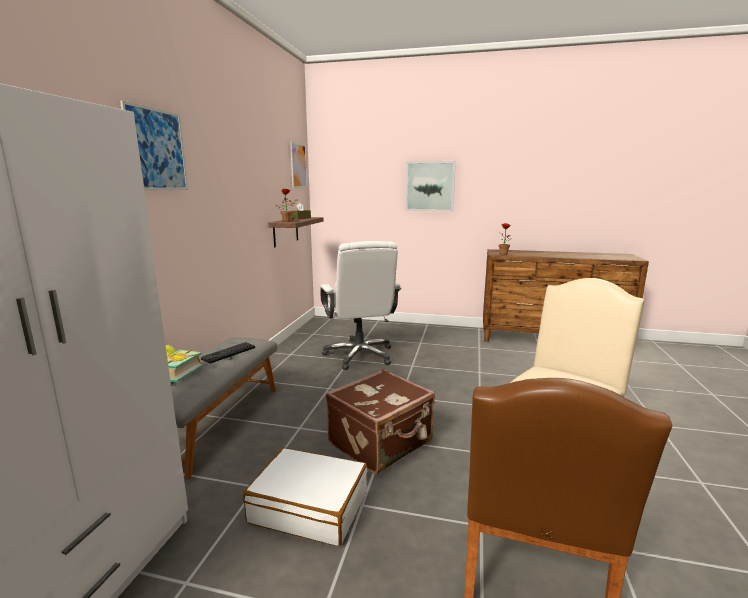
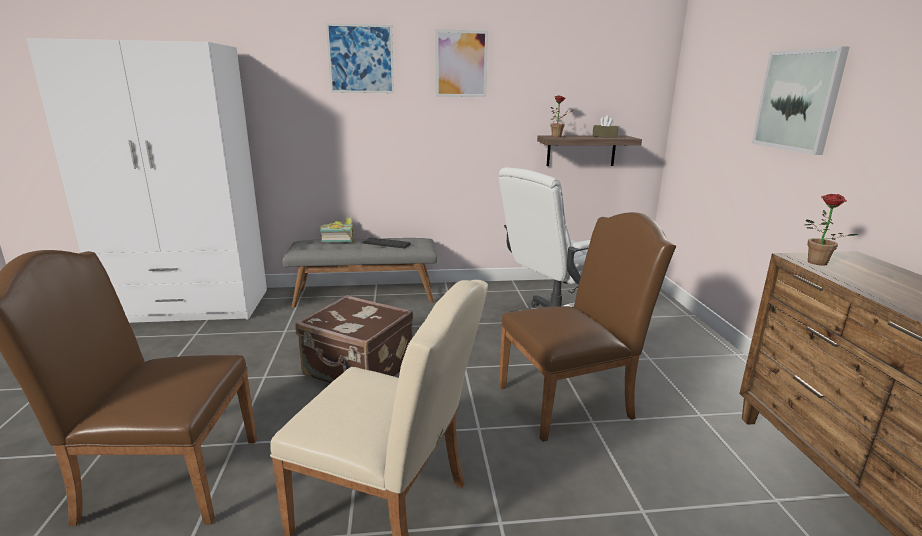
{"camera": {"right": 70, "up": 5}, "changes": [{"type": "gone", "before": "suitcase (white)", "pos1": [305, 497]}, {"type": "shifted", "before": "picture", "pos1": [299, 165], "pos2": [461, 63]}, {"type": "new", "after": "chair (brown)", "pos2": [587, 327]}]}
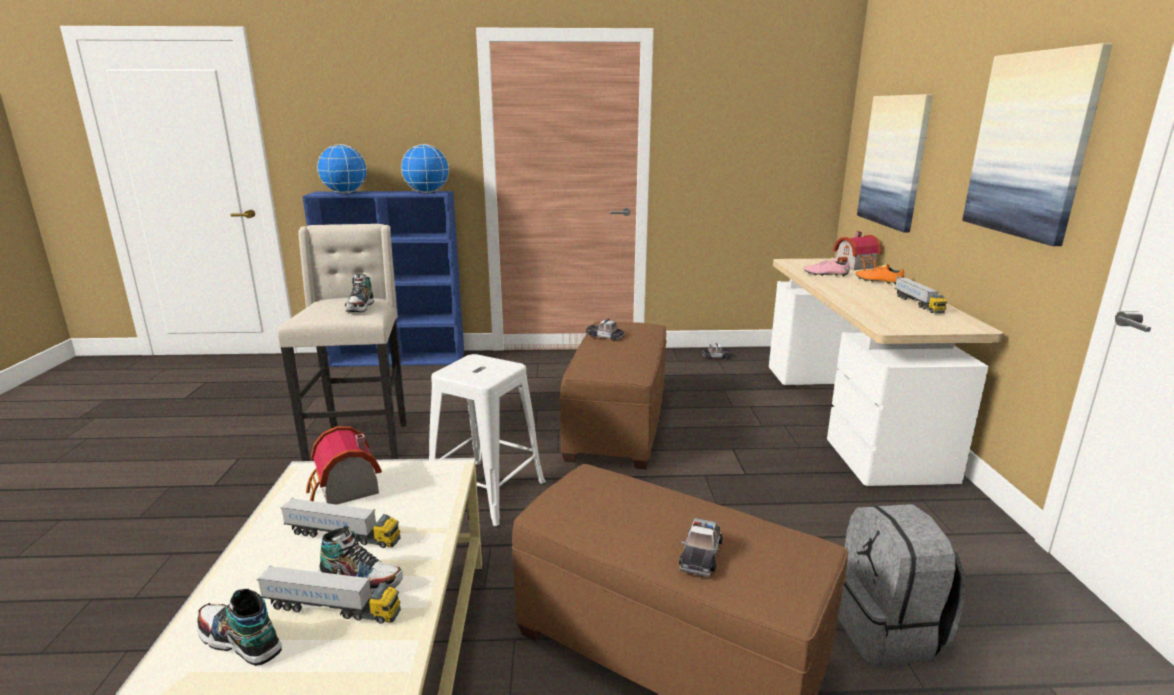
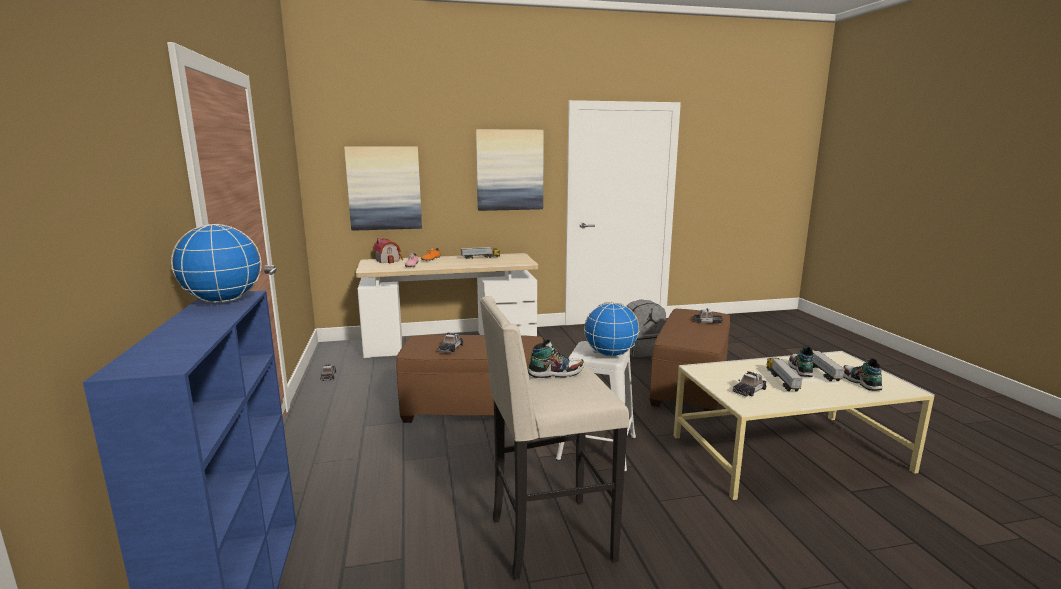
{"camera": {"right": -100, "up": -5}, "changes": [{"type": "rotated", "before": "shoe", "pos1": [239, 627], "pos2": [862, 374], "turn": 150}, {"type": "swapped", "before": "toy house", "after": "toy car", "pos1": [344, 465], "pos2": [749, 384]}, {"type": "shifted", "before": "globe", "pos1": [342, 168], "pos2": [611, 329]}]}
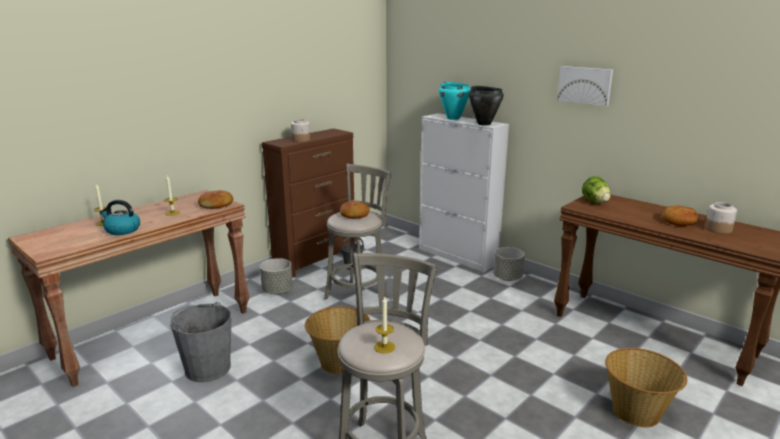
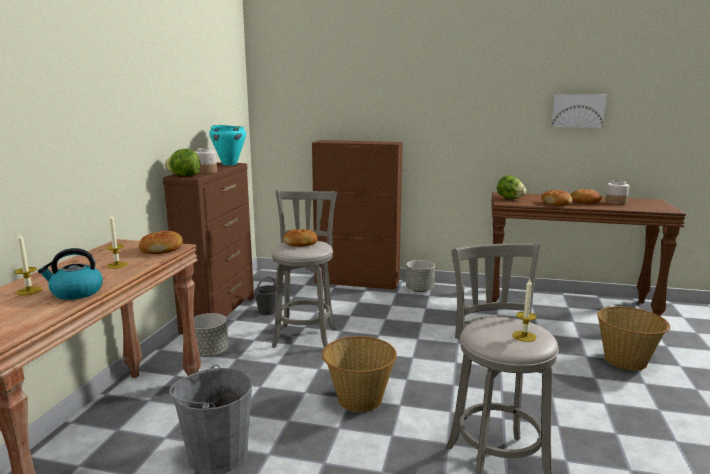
{"camera": {"right": -30, "up": -5}, "changes": [{"type": "repainted", "before": "cabinet (white)", "after": "cabinet (brown)", "pos1": [464, 192], "pos2": [357, 215]}, {"type": "shifted", "before": "cooking pot (turquoise)", "pos1": [455, 101], "pos2": [227, 145]}, {"type": "gone", "before": "cooking pot (black)", "pos1": [486, 105]}, {"type": "shifted", "before": "picture", "pos1": [585, 86], "pos2": [579, 111]}, {"type": "new", "after": "lettuce", "pos2": [182, 162]}, {"type": "new", "after": "bread", "pos2": [557, 198]}]}
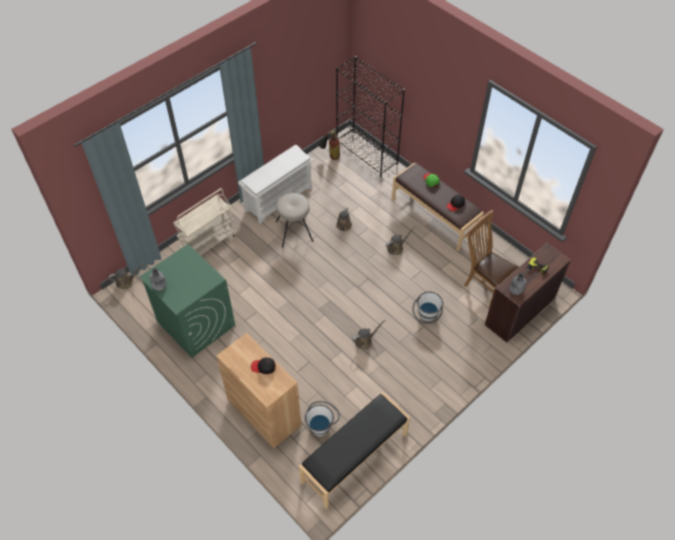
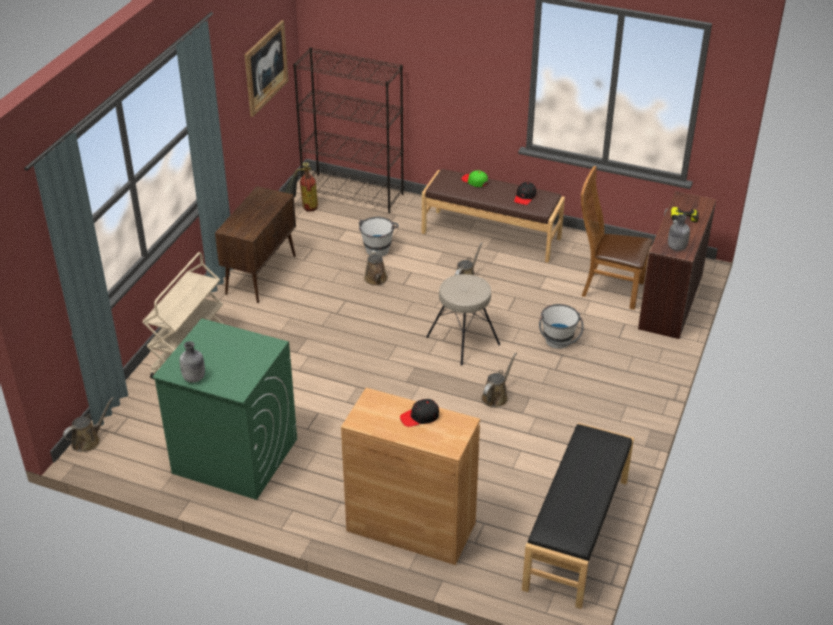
{"camera": {"right": -25, "up": -15}, "changes": [{"type": "swapped", "before": "shoe rack (white)", "after": "cabinet (brown)", "pos1": [275, 184], "pos2": [255, 244]}, {"type": "shifted", "before": "stool (beige)", "pos1": [294, 220], "pos2": [463, 320]}, {"type": "shifted", "before": "bucket (white)", "pos1": [322, 418], "pos2": [379, 237]}, {"type": "new", "after": "picture", "pos2": [266, 68]}]}
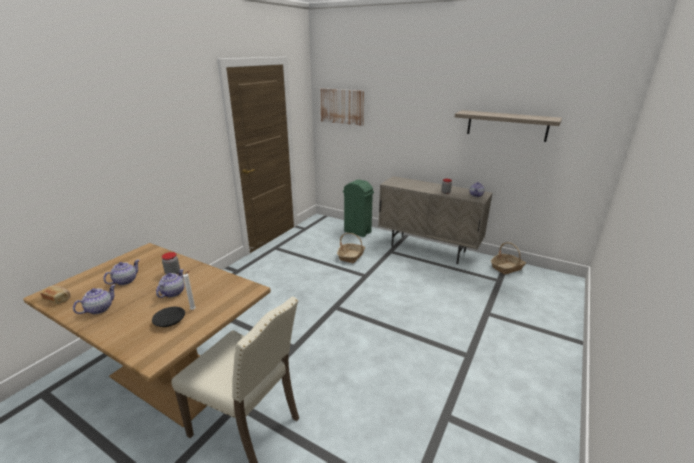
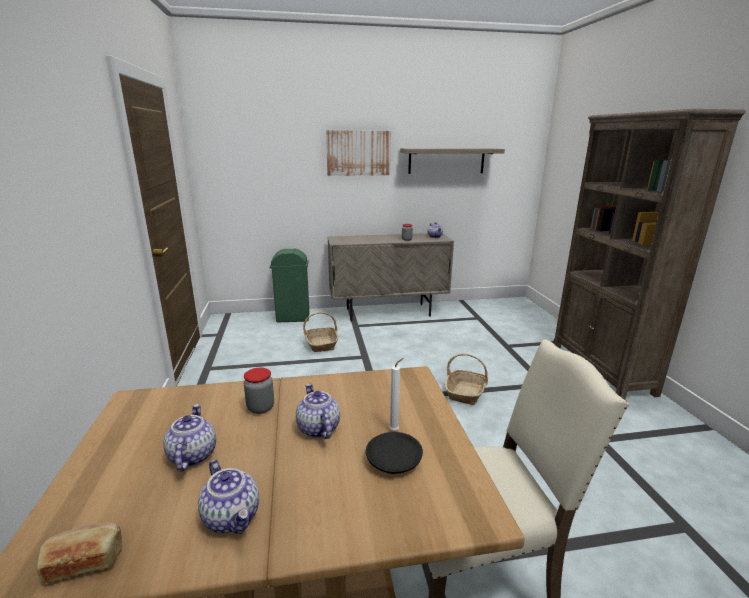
{"camera": {"right": -40, "up": -5}, "changes": [{"type": "rotated", "before": "teapot", "pos1": [94, 299], "pos2": [228, 497], "turn": 150}, {"type": "shifted", "before": "picture", "pos1": [342, 107], "pos2": [358, 153]}, {"type": "shifted", "before": "basket", "pos1": [508, 258], "pos2": [467, 379]}, {"type": "new", "after": "bookcase (brown)", "pos2": [649, 254]}]}
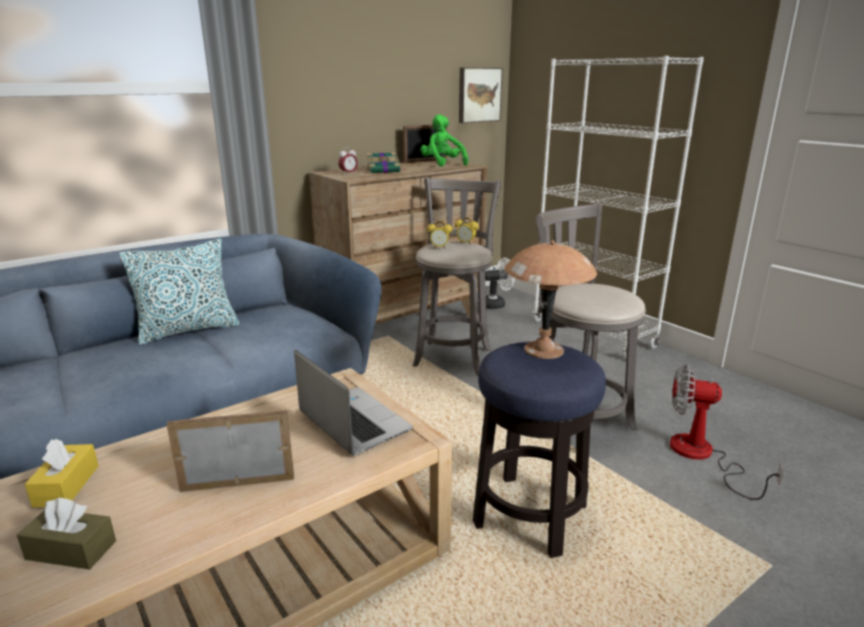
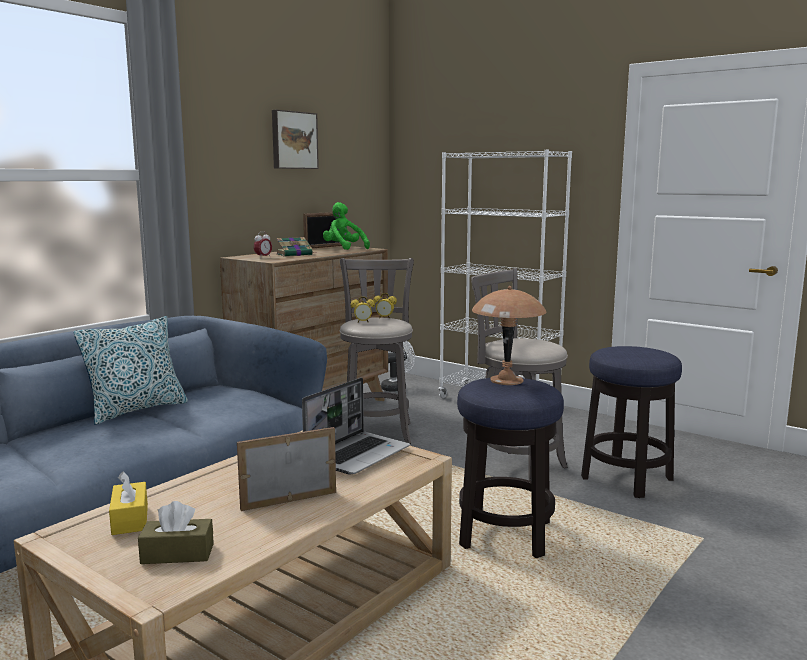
{"camera": {"right": -15, "up": -10}, "changes": [{"type": "rotated", "before": "laptop", "pos1": [353, 402], "pos2": [356, 425], "turn": 90}, {"type": "shifted", "before": "picture", "pos1": [481, 95], "pos2": [295, 139]}, {"type": "swapped", "before": "fan", "after": "stool", "pos1": [727, 432], "pos2": [631, 422]}]}
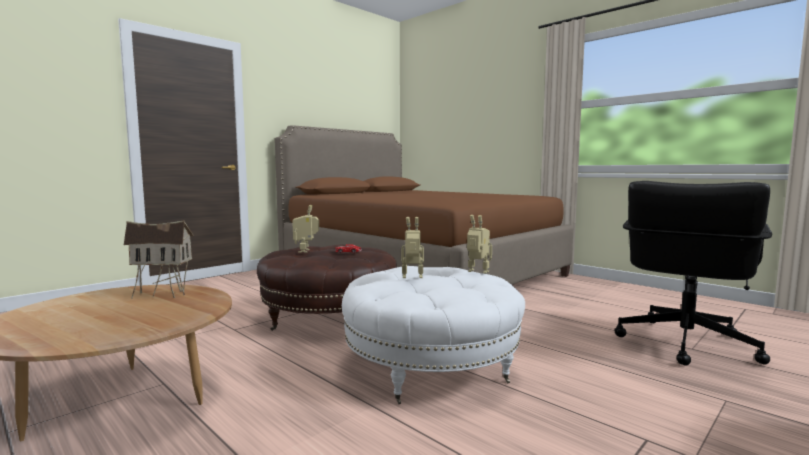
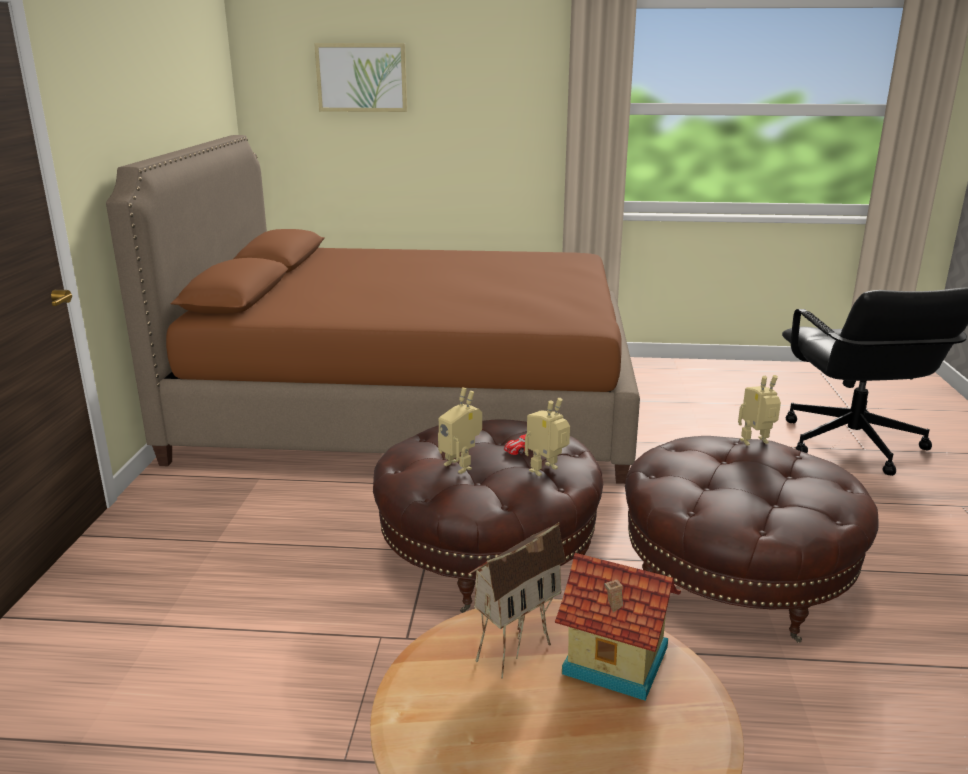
{"camera": {"right": -40, "up": 15}, "changes": [{"type": "repainted", "before": "ottoman (white)", "after": "ottoman (brown)", "pos1": [433, 335], "pos2": [752, 539]}, {"type": "shifted", "before": "toy robot", "pos1": [412, 247], "pos2": [547, 437]}, {"type": "new", "after": "picture", "pos2": [360, 77]}, {"type": "new", "after": "toy house", "pos2": [618, 627]}]}
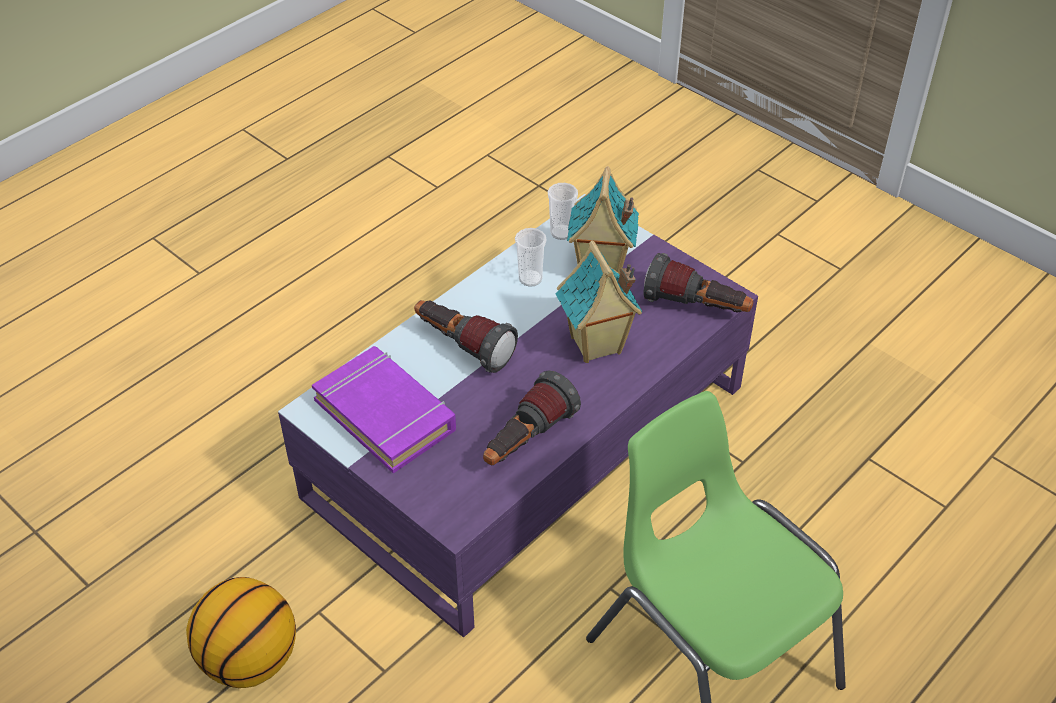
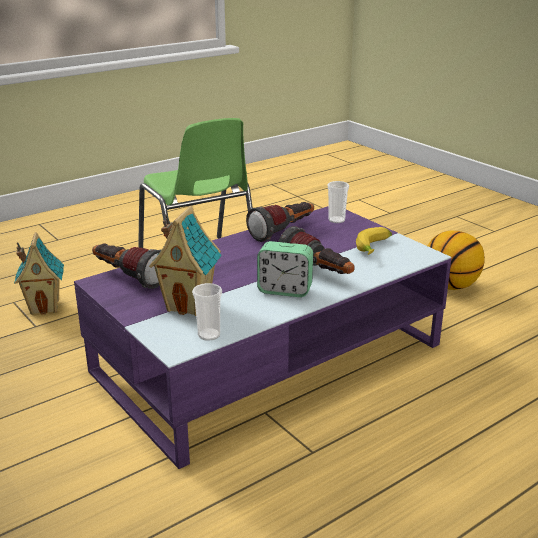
{"camera": {"right": -170, "up": -20}, "changes": [{"type": "swapped", "before": "book (purple)", "after": "banana", "pos1": [384, 409], "pos2": [374, 241]}, {"type": "shifted", "before": "cup", "pos1": [531, 257], "pos2": [338, 202]}, {"type": "shifted", "before": "toy house", "pos1": [599, 301], "pos2": [39, 273]}, {"type": "new", "after": "alarm clock", "pos2": [285, 269]}]}
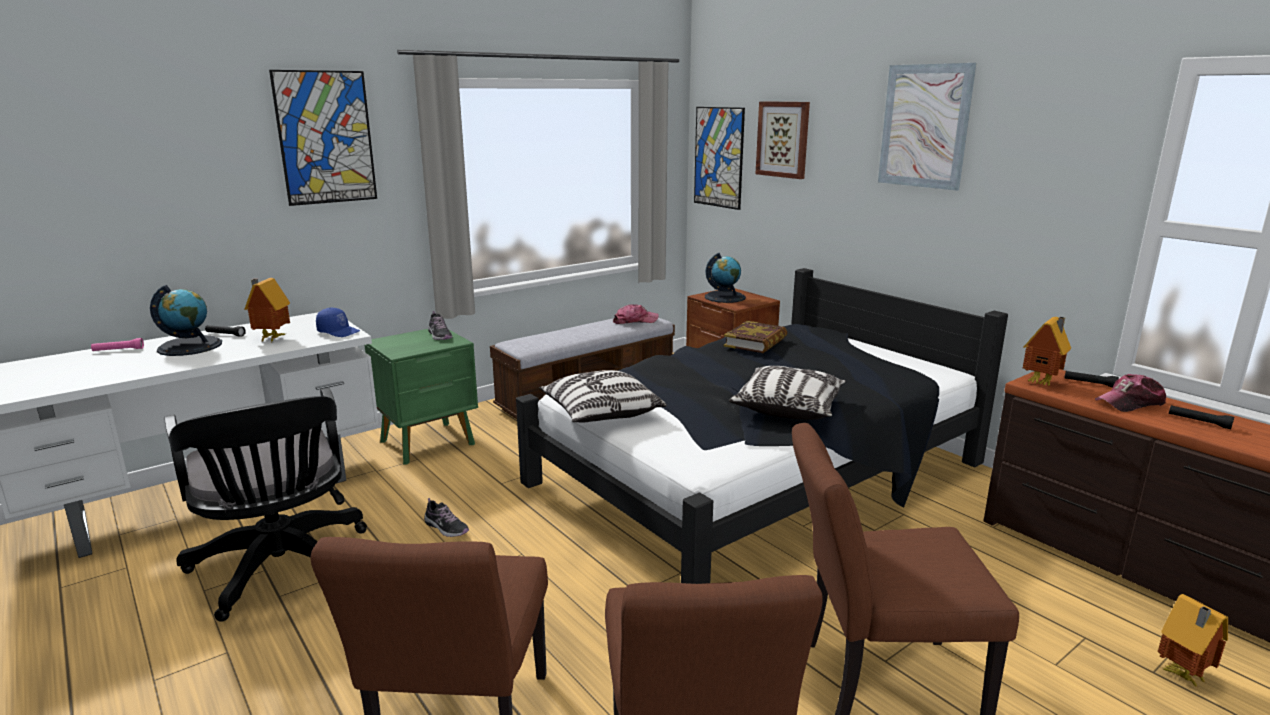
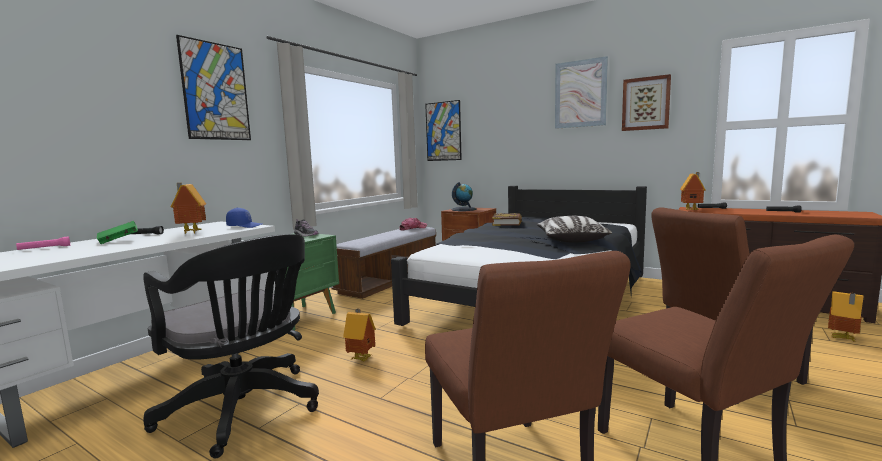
{"camera": {"right": -20, "up": -10}, "changes": [{"type": "swapped", "before": "globe", "after": "book (green)", "pos1": [186, 320], "pos2": [117, 232]}, {"type": "swapped", "before": "shoe", "after": "toy house", "pos1": [446, 517], "pos2": [359, 335]}, {"type": "gone", "before": "pillow", "pos1": [603, 396]}, {"type": "shifted", "before": "picture", "pos1": [783, 140], "pos2": [646, 102]}, {"type": "gone", "before": "cap", "pos1": [1130, 393]}]}
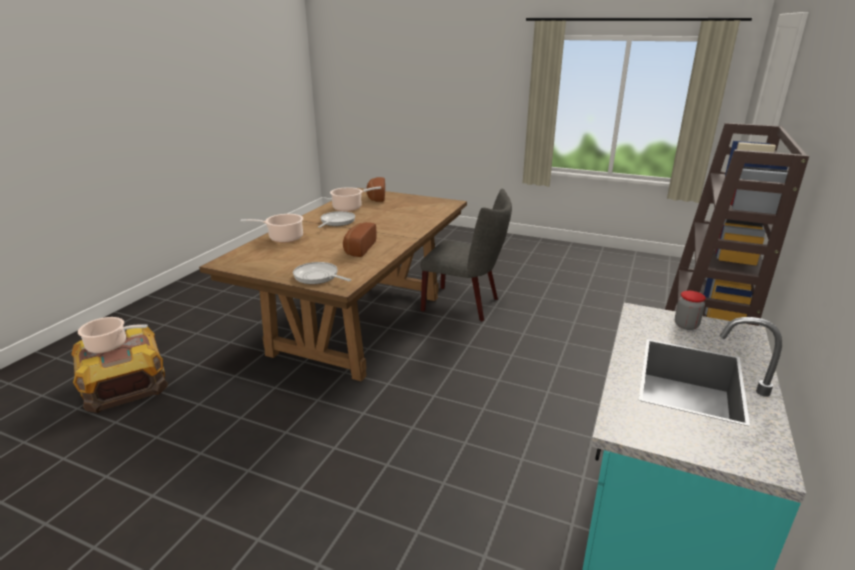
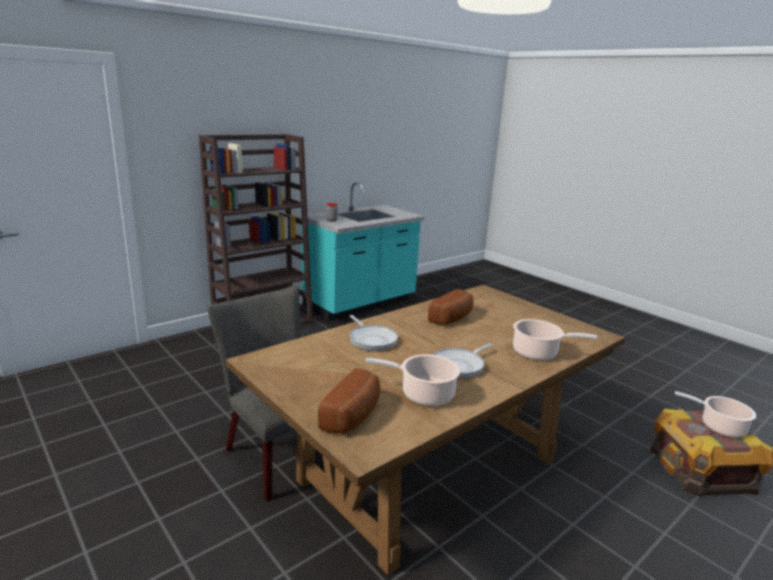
{"camera": {"right": -155, "up": -5}, "changes": [{"type": "shifted", "before": "frying pan", "pos1": [322, 273], "pos2": [373, 333]}]}
